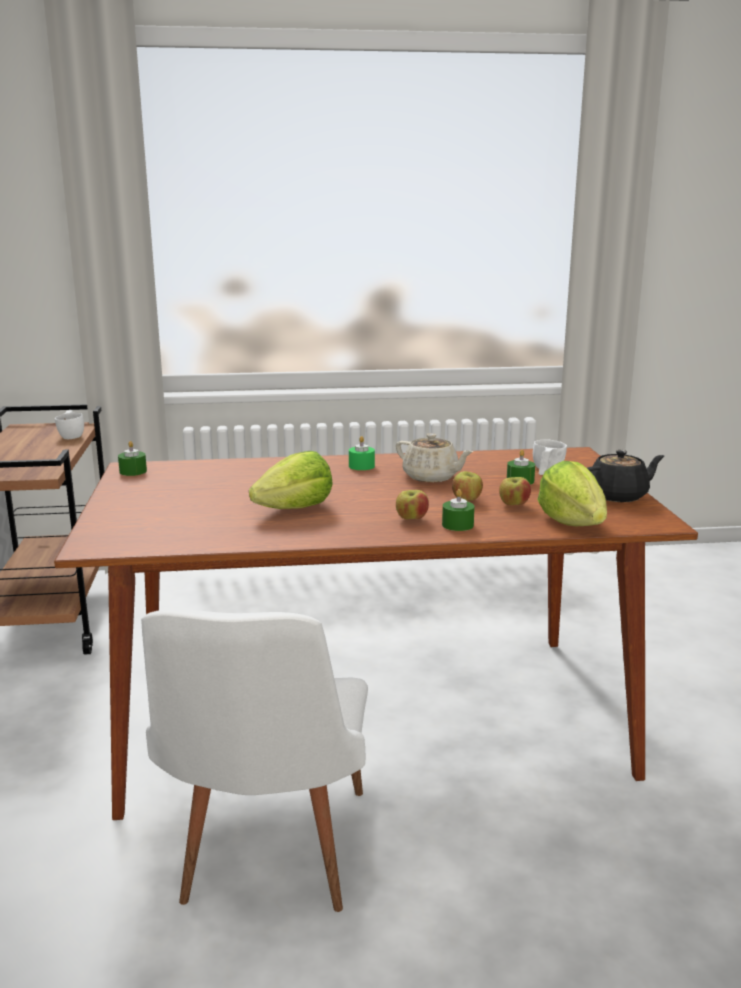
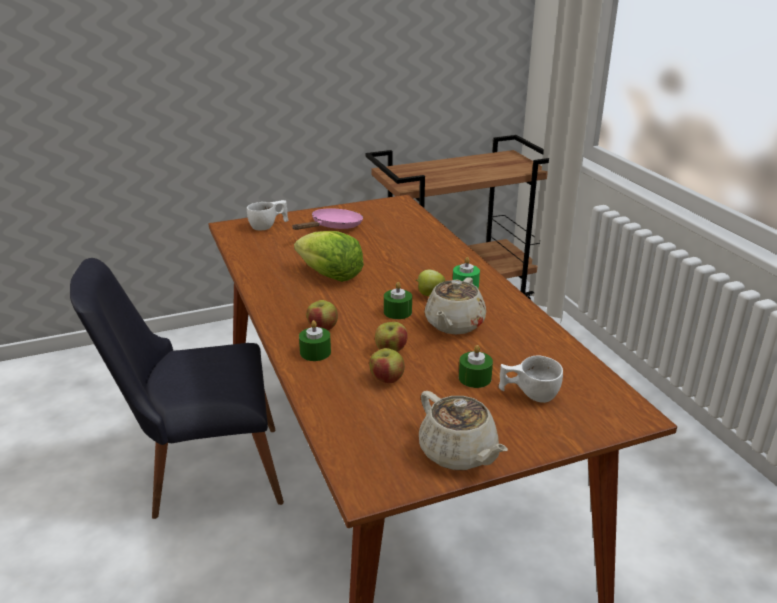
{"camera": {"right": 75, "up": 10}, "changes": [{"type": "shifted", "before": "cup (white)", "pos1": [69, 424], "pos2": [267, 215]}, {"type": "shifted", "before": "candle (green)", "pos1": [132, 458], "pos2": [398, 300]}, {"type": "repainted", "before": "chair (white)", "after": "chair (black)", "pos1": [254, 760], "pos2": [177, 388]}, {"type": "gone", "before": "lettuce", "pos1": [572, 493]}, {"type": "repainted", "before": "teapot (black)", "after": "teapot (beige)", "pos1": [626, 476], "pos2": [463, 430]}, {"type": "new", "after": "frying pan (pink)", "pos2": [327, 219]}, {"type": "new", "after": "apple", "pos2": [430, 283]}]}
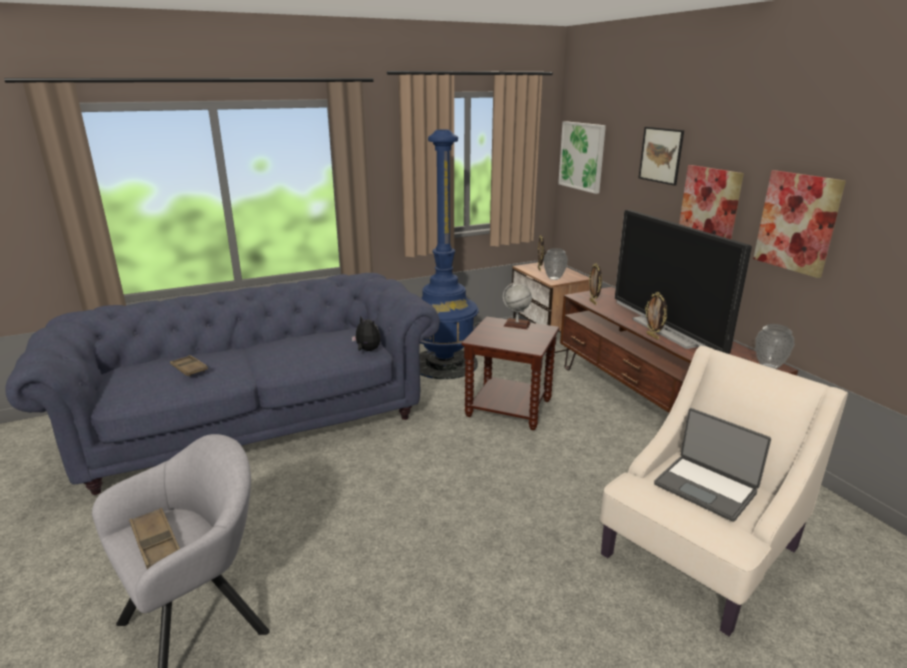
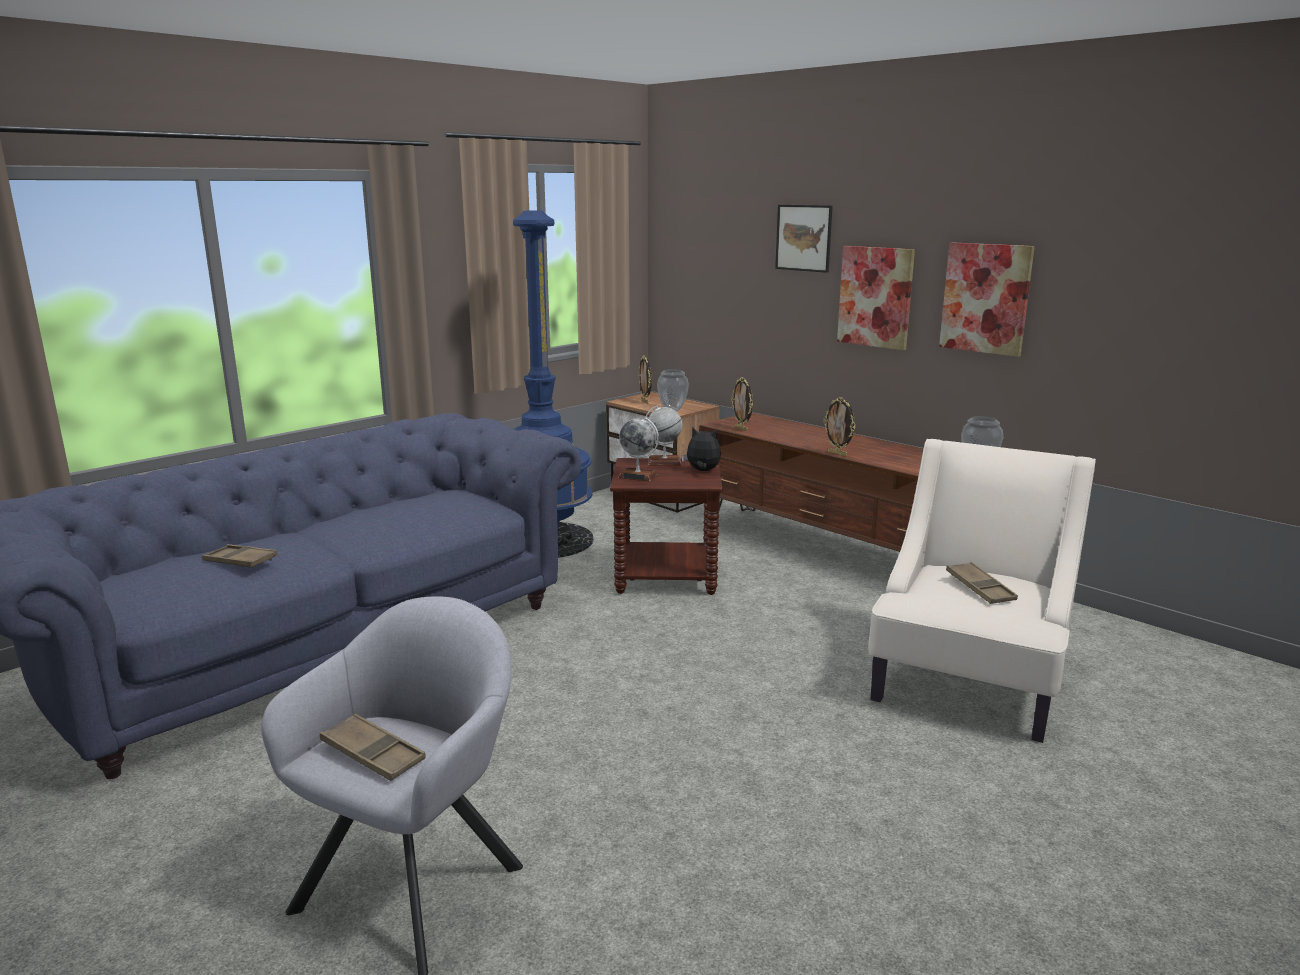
{"camera": {"right": -20, "up": -5}, "changes": [{"type": "shifted", "before": "plush toy", "pos1": [366, 333], "pos2": [701, 449]}, {"type": "gone", "before": "picture", "pos1": [582, 157]}, {"type": "gone", "before": "television", "pos1": [683, 282]}, {"type": "swapped", "before": "laptop", "after": "tray (brown)", "pos1": [712, 465], "pos2": [982, 583]}, {"type": "new", "after": "globe", "pos2": [638, 449]}]}
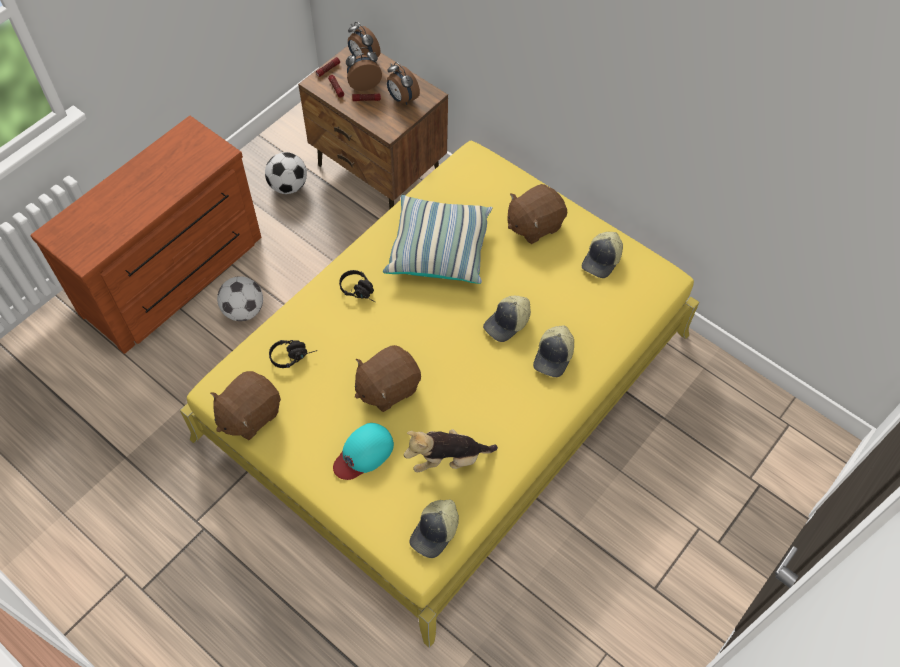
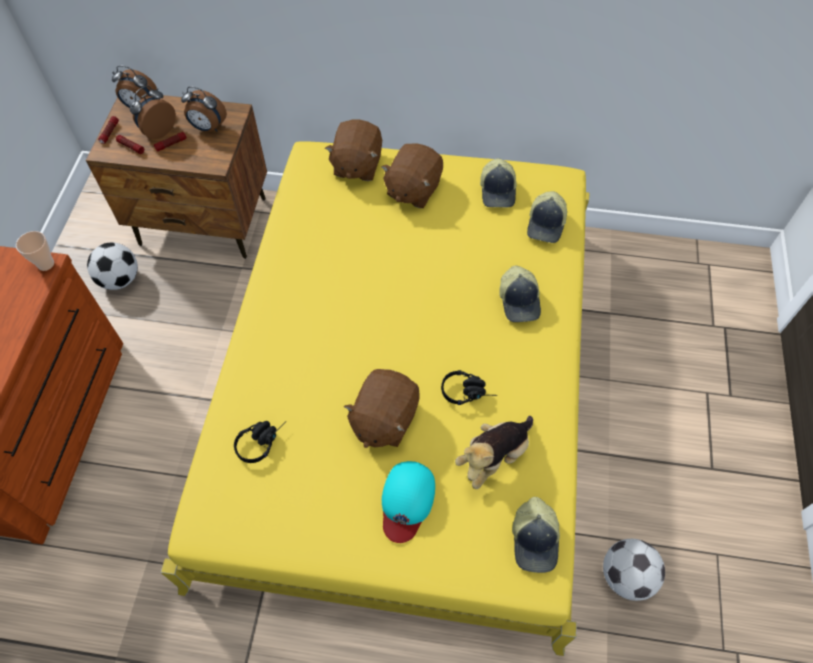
{"camera": {"right": -30, "up": 0}, "changes": [{"type": "shifted", "before": "plush toy (brown)", "pos1": [245, 405], "pos2": [353, 150]}, {"type": "shifted", "before": "football", "pos1": [240, 298], "pos2": [634, 570]}, {"type": "shifted", "before": "headphones (black)", "pos1": [357, 286], "pos2": [469, 387]}, {"type": "gone", "before": "pillow", "pos1": [437, 239]}, {"type": "shifted", "before": "cap", "pos1": [507, 319], "pos2": [547, 217]}, {"type": "new", "after": "cup", "pos2": [35, 251]}]}
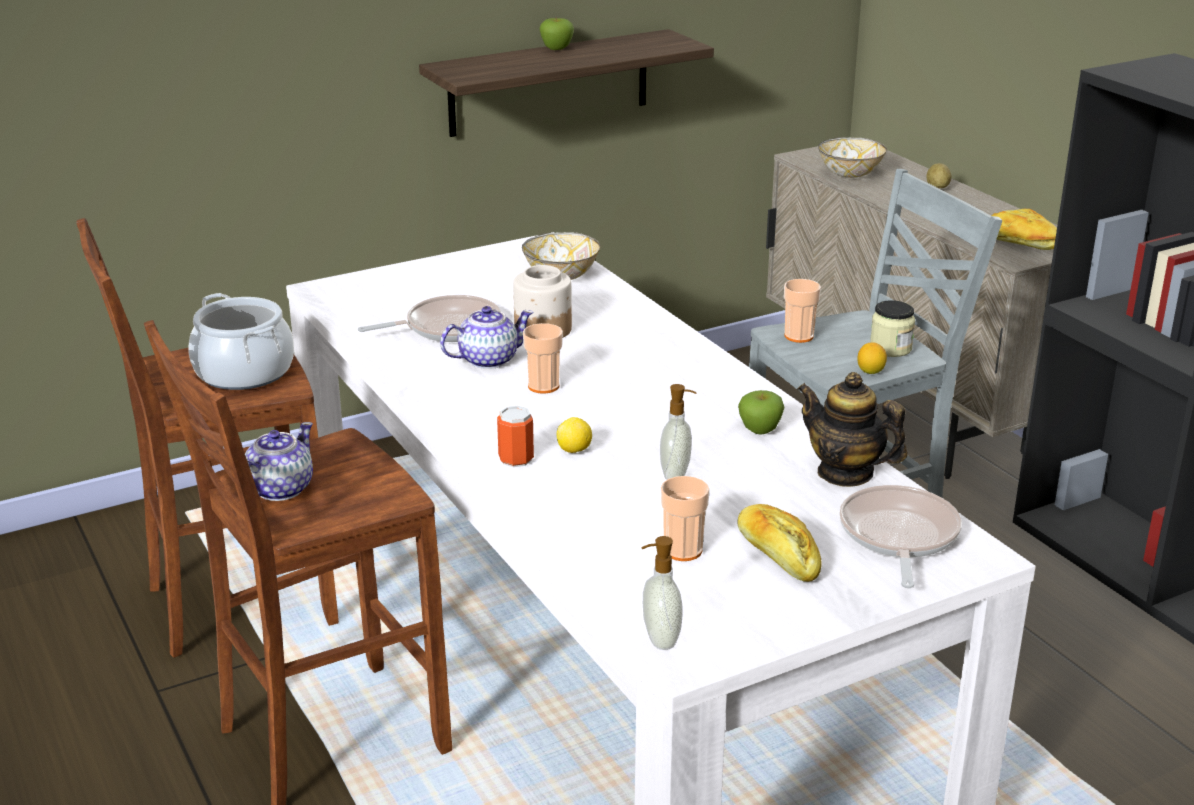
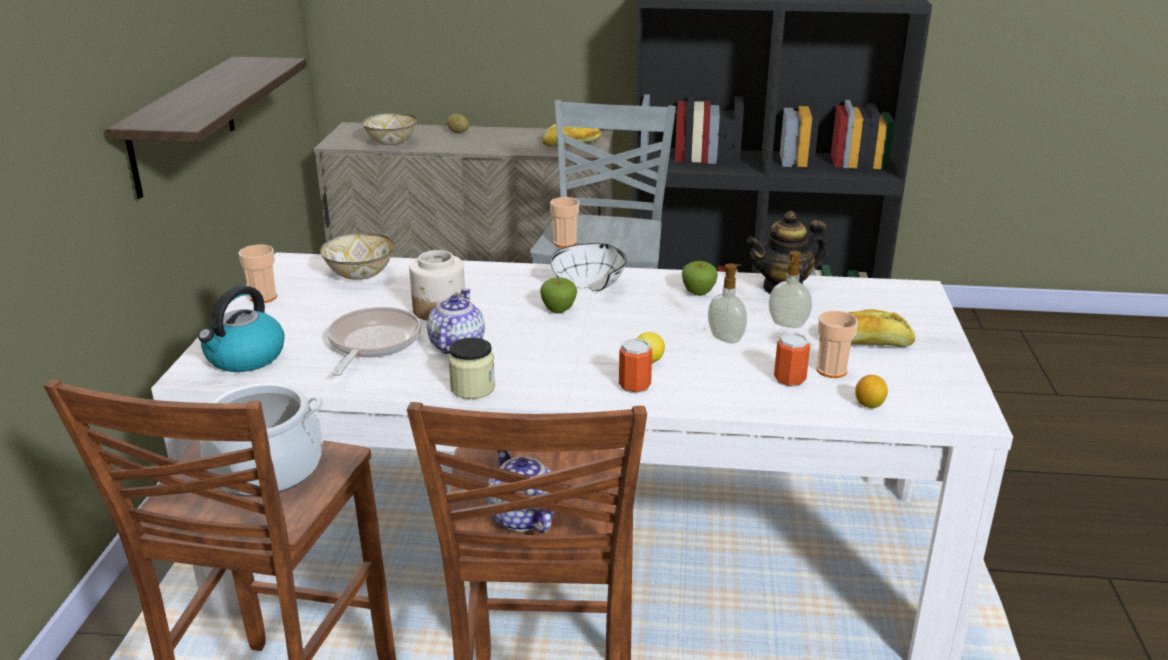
{"camera": {"right": -55, "up": 0}, "changes": [{"type": "shifted", "before": "cup", "pos1": [543, 358], "pos2": [258, 273]}, {"type": "shifted", "before": "apple", "pos1": [557, 34], "pos2": [558, 295]}, {"type": "shifted", "before": "soap dispenser", "pos1": [662, 593], "pos2": [790, 289]}, {"type": "gone", "before": "frying pan", "pos1": [900, 536]}, {"type": "shifted", "before": "lemon", "pos1": [872, 358], "pos2": [871, 391]}, {"type": "shifted", "before": "jar", "pos1": [892, 328], "pos2": [471, 368]}, {"type": "new", "after": "kettle", "pos2": [241, 328]}, {"type": "new", "after": "bowl (white)", "pos2": [588, 267]}, {"type": "new", "after": "can", "pos2": [792, 359]}]}
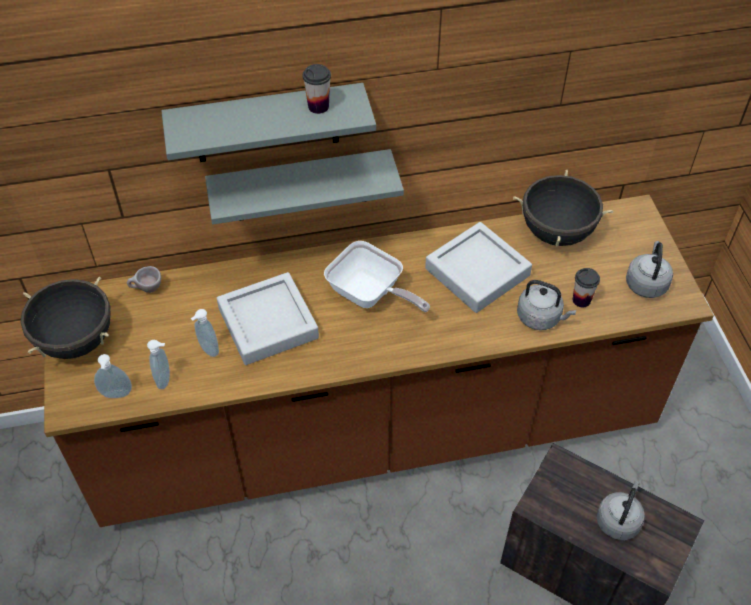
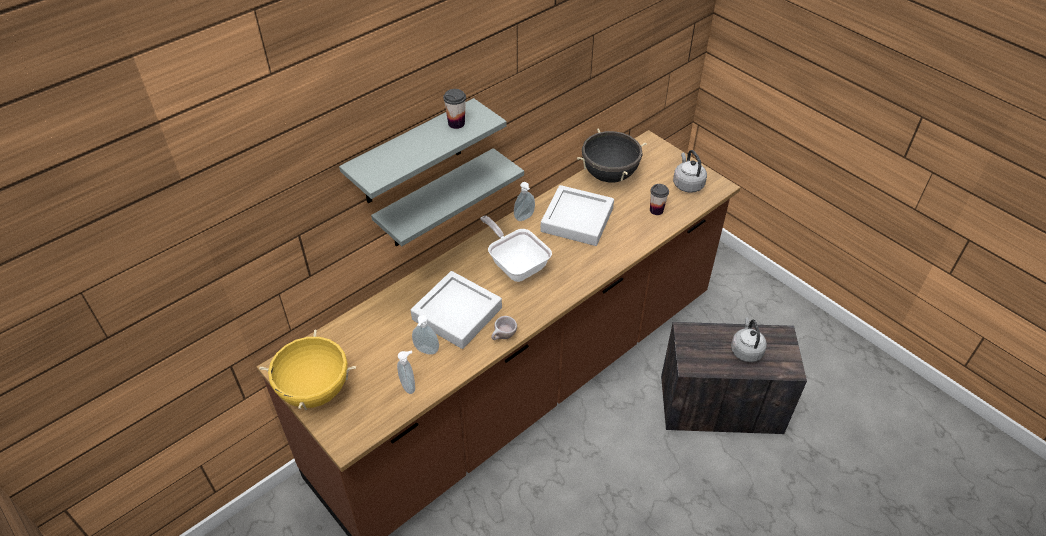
{"camera": {"right": -30, "up": -5}, "changes": [{"type": "repainted", "before": "cooking pot (black)", "after": "cooking pot (yellow)", "pos1": [65, 318], "pos2": [307, 370]}, {"type": "shifted", "before": "soap dispenser", "pos1": [113, 376], "pos2": [524, 201]}, {"type": "shifted", "before": "cup (beige)", "pos1": [144, 279], "pos2": [504, 328]}, {"type": "rotated", "before": "frying pan", "pos1": [377, 276], "pos2": [516, 249], "turn": -135}, {"type": "gone", "before": "kettle (grey)", "pos1": [546, 305]}]}
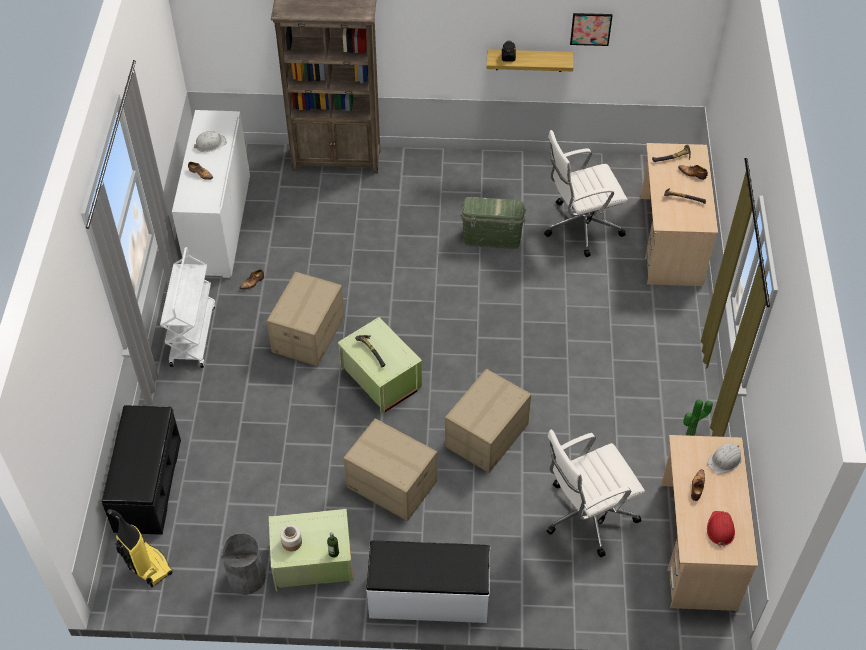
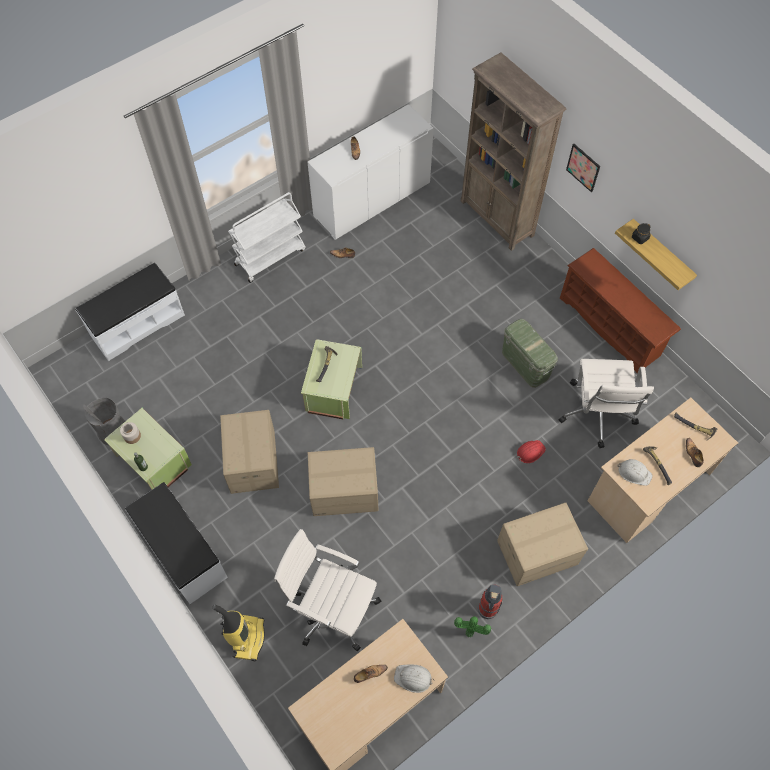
{"camera": {"right": 50, "up": 10}, "changes": [{"type": "repainted", "before": "bench (black)", "after": "bench (white)", "pos1": [141, 470], "pos2": [130, 312]}, {"type": "shifted", "before": "vacuum cleaner", "pos1": [139, 548], "pos2": [238, 632]}, {"type": "shifted", "before": "hard hat (white)", "pos1": [210, 141], "pos2": [635, 472]}, {"type": "shifted", "before": "cardboard box", "pos1": [305, 319], "pos2": [542, 544]}, {"type": "rotated", "before": "office chair (white)", "pos1": [586, 193], "pos2": [606, 403], "turn": -120}, {"type": "shifted", "before": "picture", "pos1": [591, 29], "pos2": [583, 168]}, {"type": "shifted", "before": "hard hat (red)", "pos1": [721, 529], "pos2": [531, 451]}, {"type": "new", "after": "fire extinguisher", "pos2": [490, 601]}, {"type": "new", "after": "shoe rack (brown)", "pos2": [620, 311]}]}
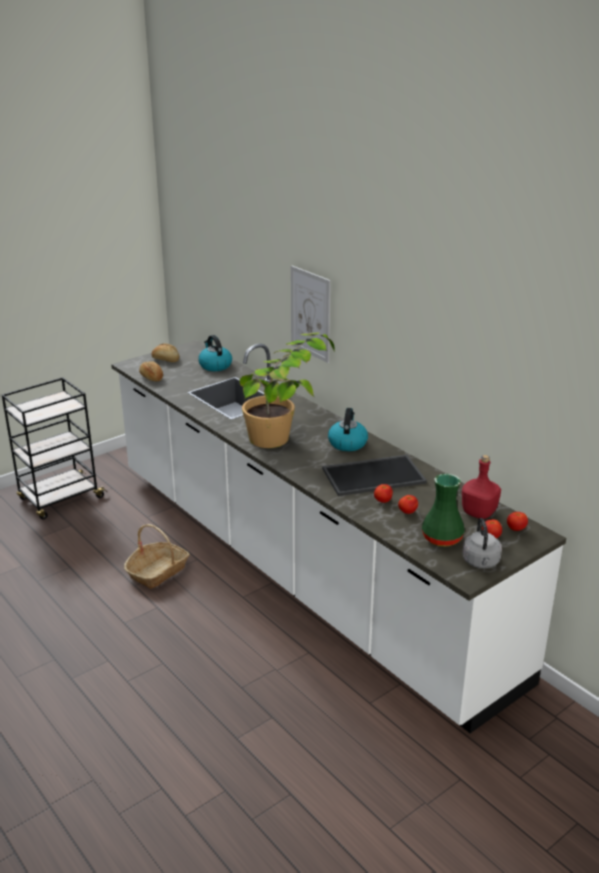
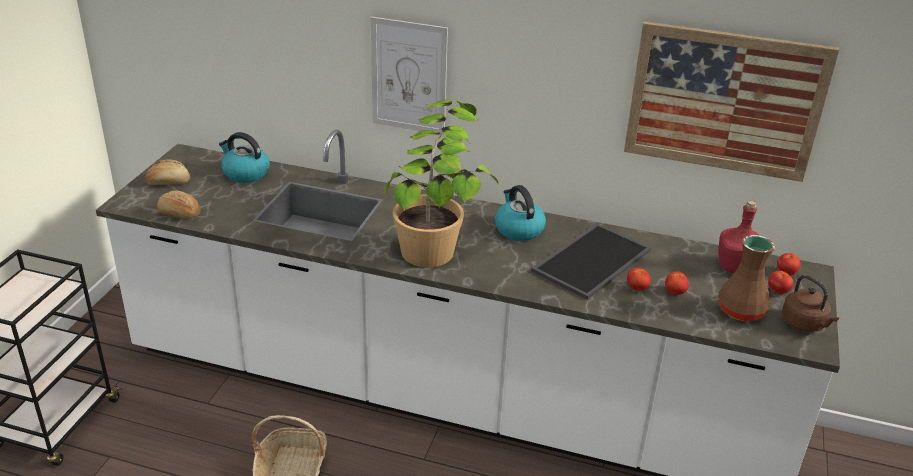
{"camera": {"right": -35, "up": 5}, "changes": [{"type": "repainted", "before": "vase (green)", "after": "vase (brown)", "pos1": [443, 510], "pos2": [746, 278]}, {"type": "repainted", "before": "kettle (grey)", "after": "kettle (brown)", "pos1": [482, 543], "pos2": [810, 303]}, {"type": "new", "after": "picture", "pos2": [731, 101]}]}
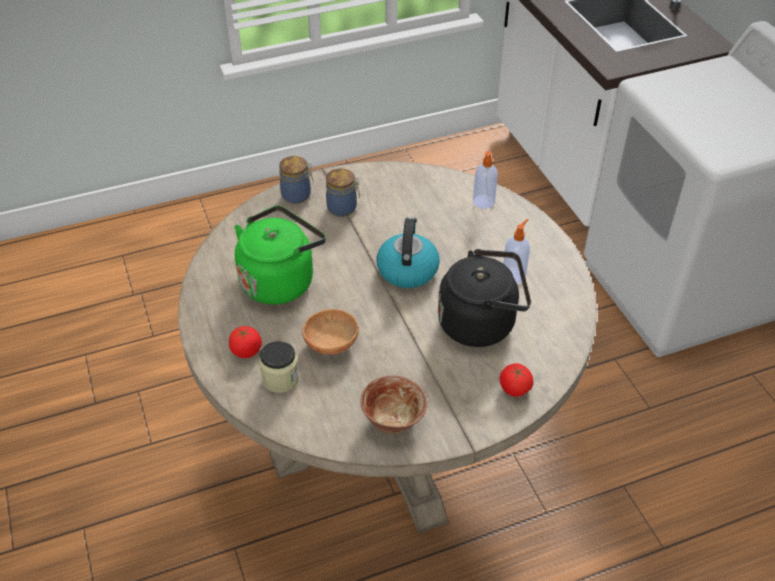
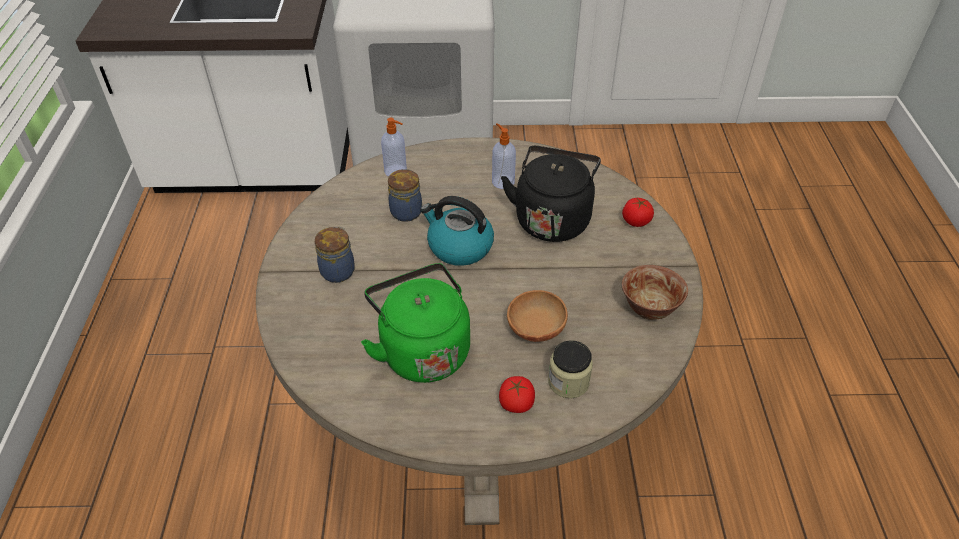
{"camera": {"right": -70, "up": 0}, "changes": [{"type": "shifted", "before": "jar", "pos1": [296, 180], "pos2": [405, 195]}]}
